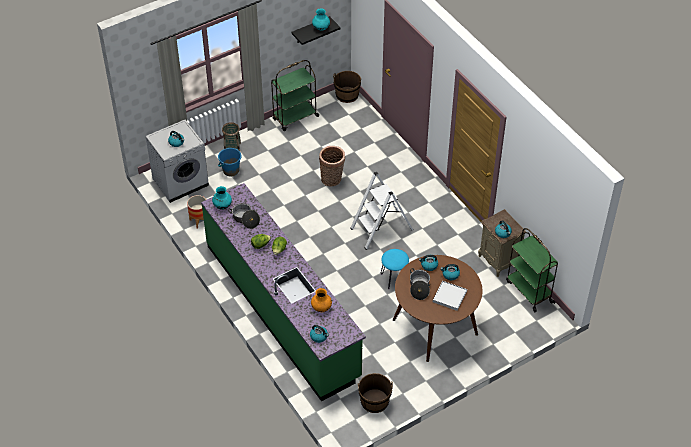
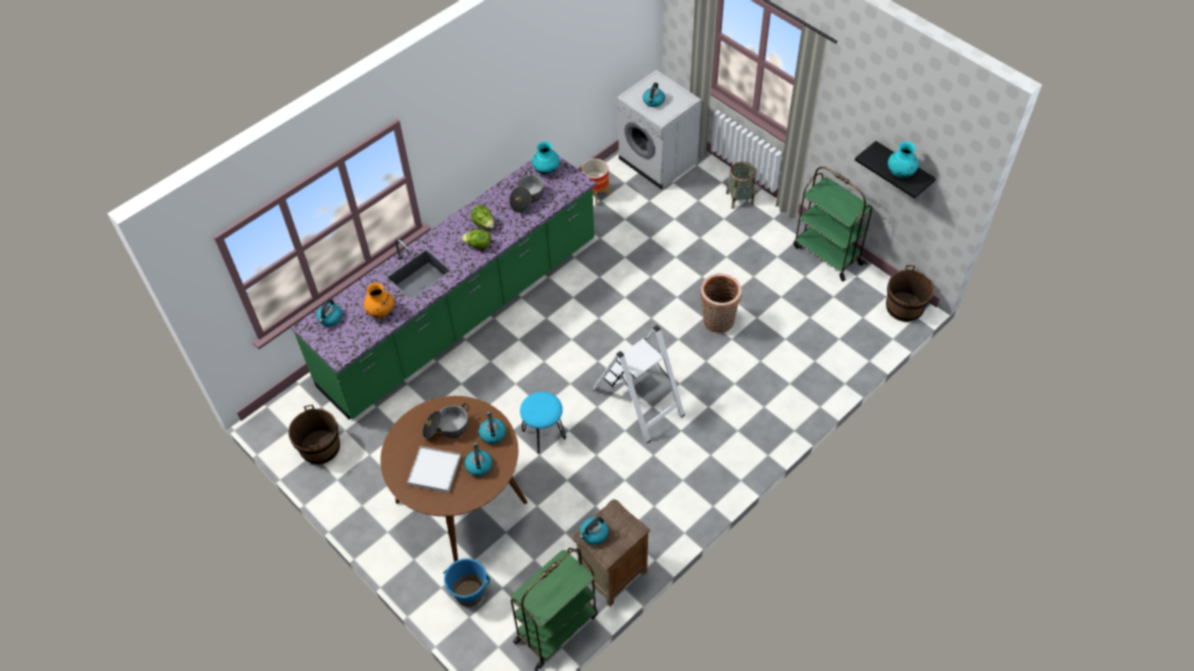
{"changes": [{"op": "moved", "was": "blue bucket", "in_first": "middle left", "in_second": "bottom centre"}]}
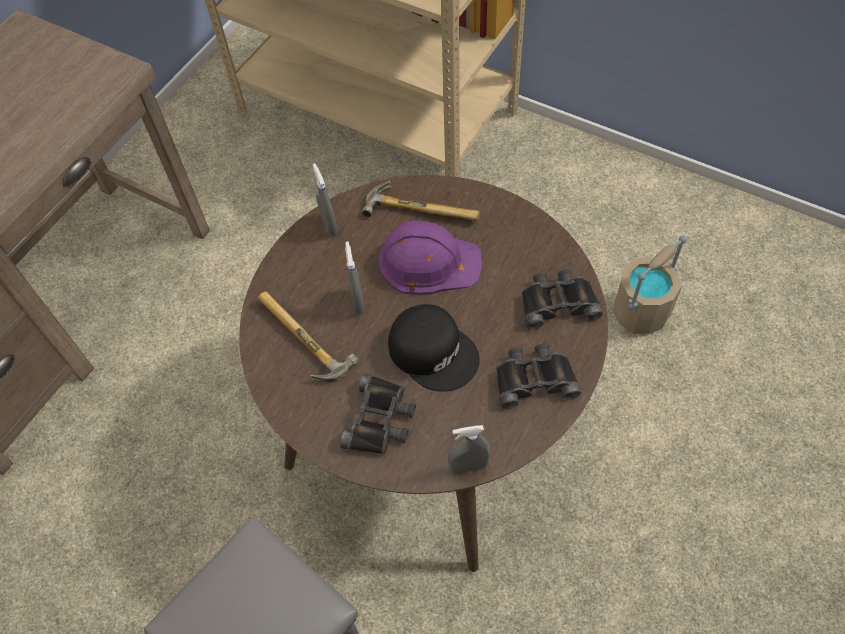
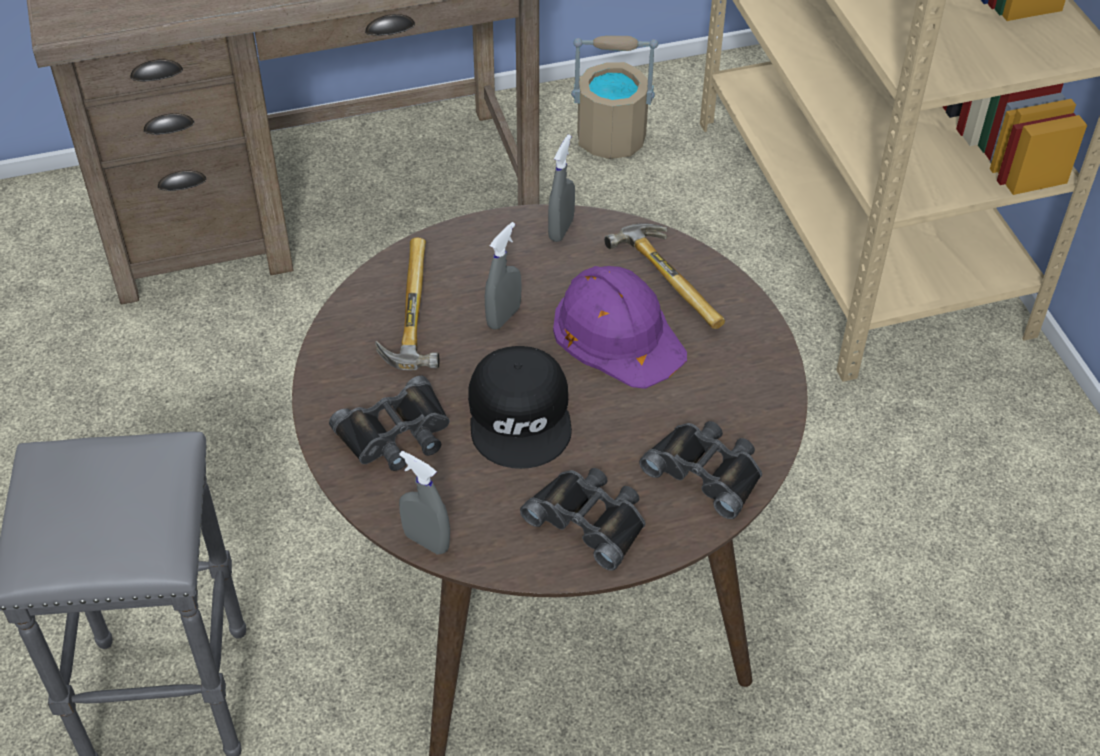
{"changes": [{"op": "moved", "was": "beige bucket", "in_first": "middle right", "in_second": "top centre"}]}
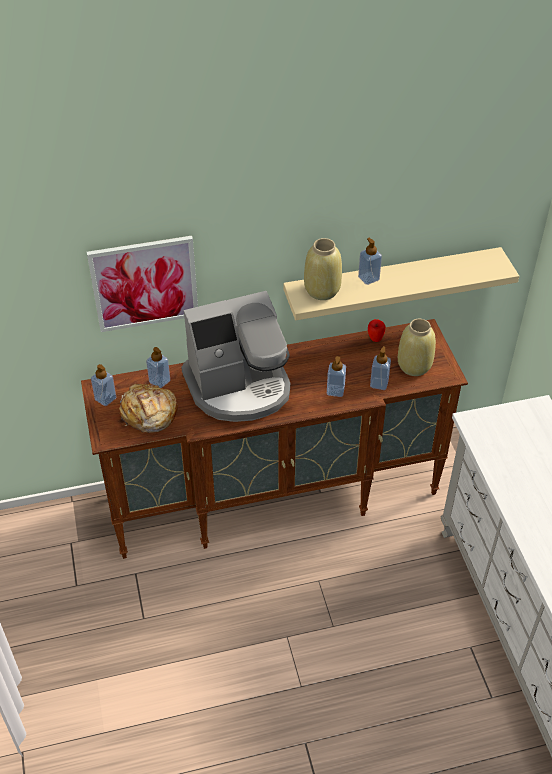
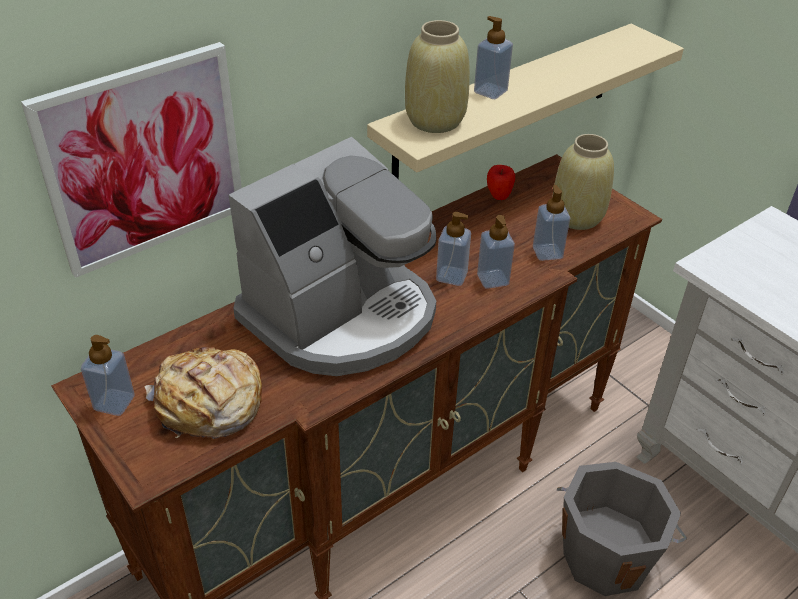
{"changes": [{"op": "moved", "was": "soap dispenser (2nd from left)", "in_first": "middle left", "in_second": "centre"}, {"op": "added", "now": "grey bucket", "in_second": "bottom right"}]}
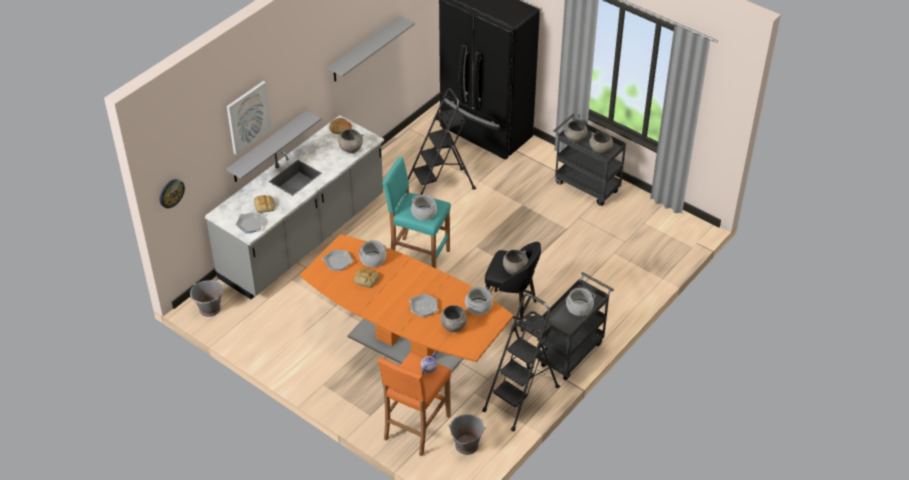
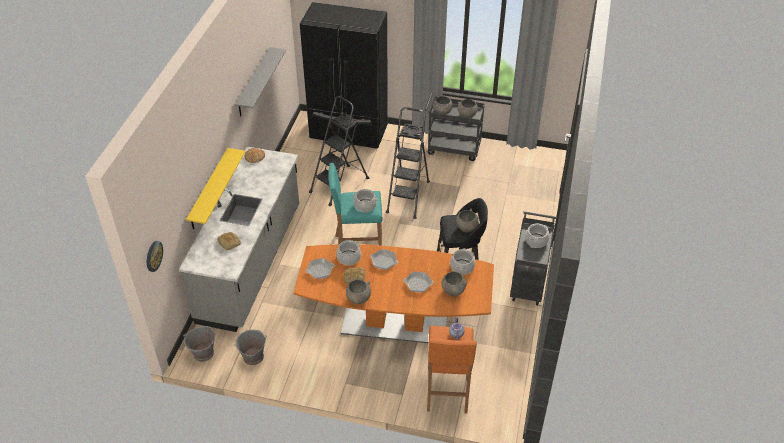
{"changes": [{"op": "removed", "was": "picture", "in_first": "top left"}, {"op": "recoloured", "was": "grey shelf (1st from left)", "now": "yellow shelf", "in_first": "top left", "in_second": "middle left"}, {"op": "moved", "was": "grey bowl (1st from left)", "in_first": "top centre", "in_second": "centre"}, {"op": "moved", "was": "frying pan (1st from left in the first image)", "now": "frying pan (2nd from left)", "in_first": "middle left", "in_second": "centre"}, {"op": "moved", "was": "step ladder (2nd from left)", "in_first": "bottom centre", "in_second": "centre"}, {"op": "moved", "was": "grey bucket (2nd from left)", "in_first": "bottom centre", "in_second": "bottom left"}]}
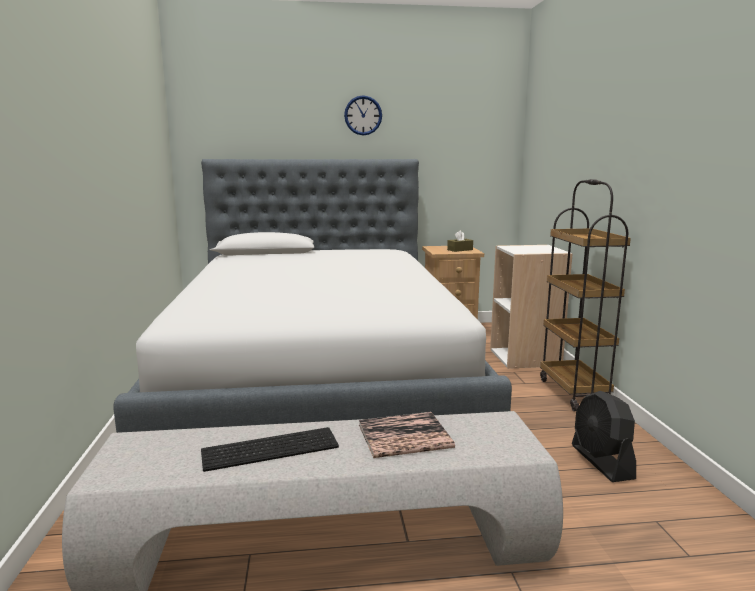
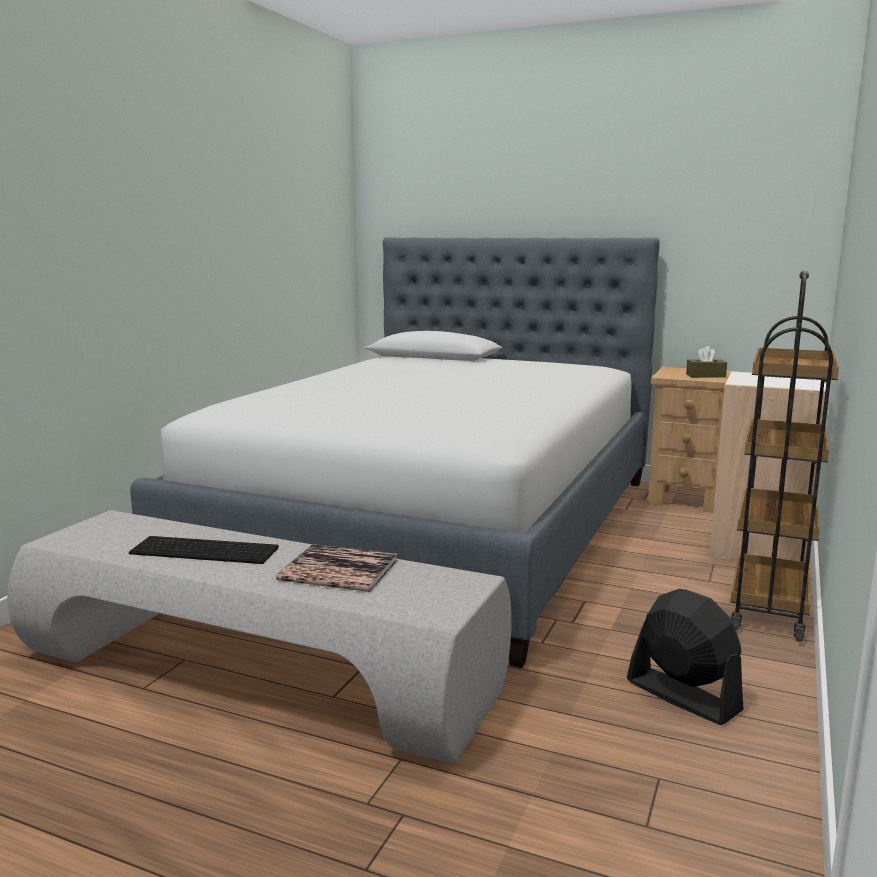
{"changes": [{"op": "removed", "was": "wall clock", "in_first": "top centre"}, {"op": "turned", "was": "black fan", "in_first": "bottom right", "in_second": "bottom right", "clockwise": 120}]}
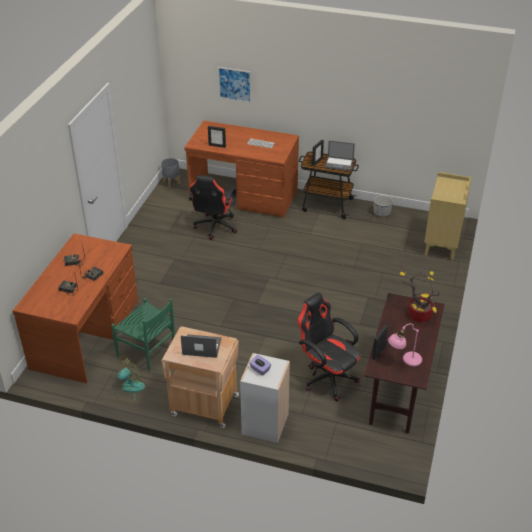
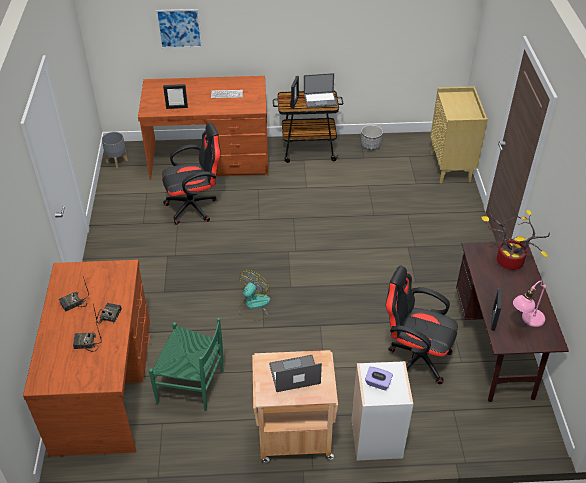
{"changes": [{"op": "turned", "was": "black office chair (1st from left)", "in_first": "centre", "in_second": "middle left", "clockwise": -105}, {"op": "moved", "was": "fan", "in_first": "bottom left", "in_second": "centre"}]}
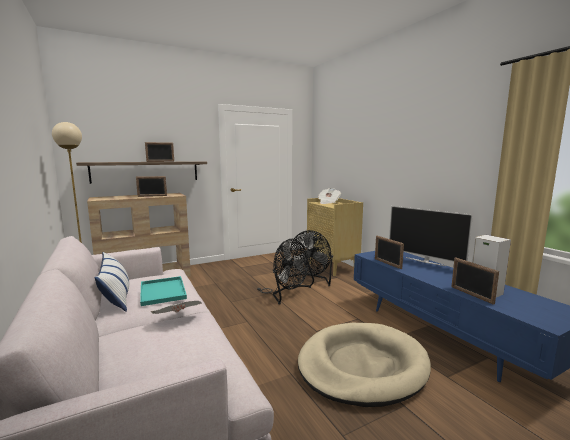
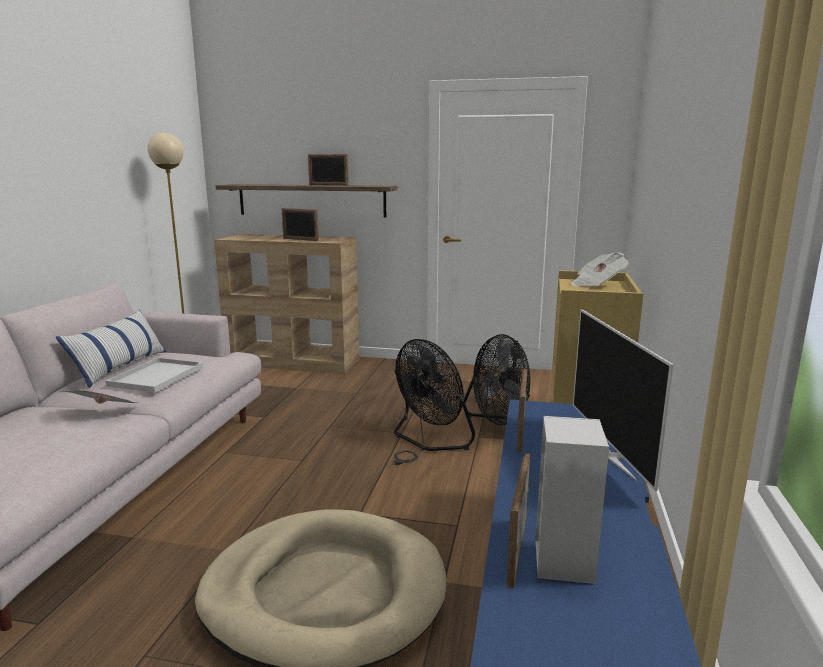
{"changes": [{"op": "turned", "was": "black fan (1st from left)", "in_first": "centre", "in_second": "centre", "clockwise": -120}, {"op": "recoloured", "was": "turquoise tray", "now": "white tray", "in_first": "middle left", "in_second": "middle left"}]}
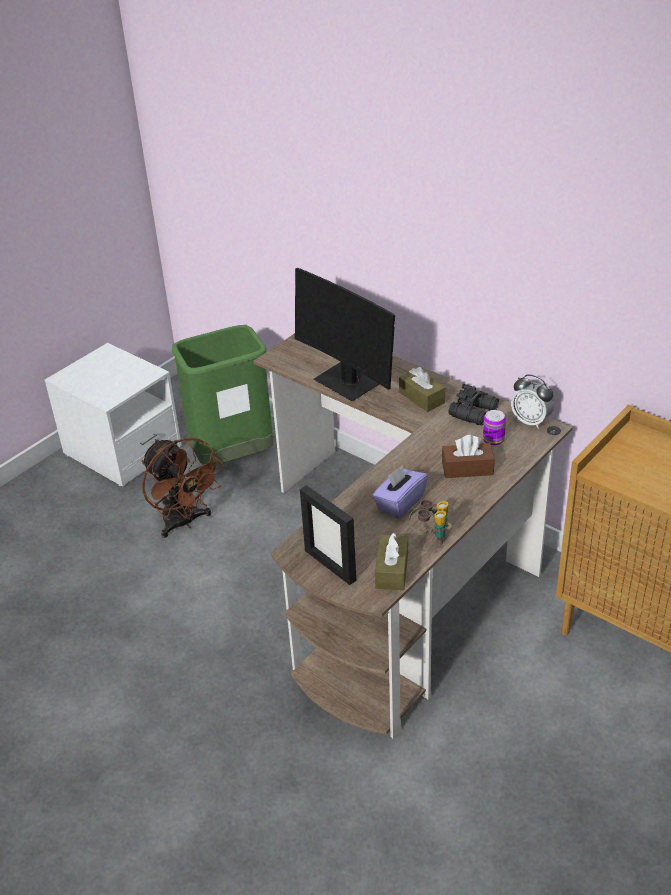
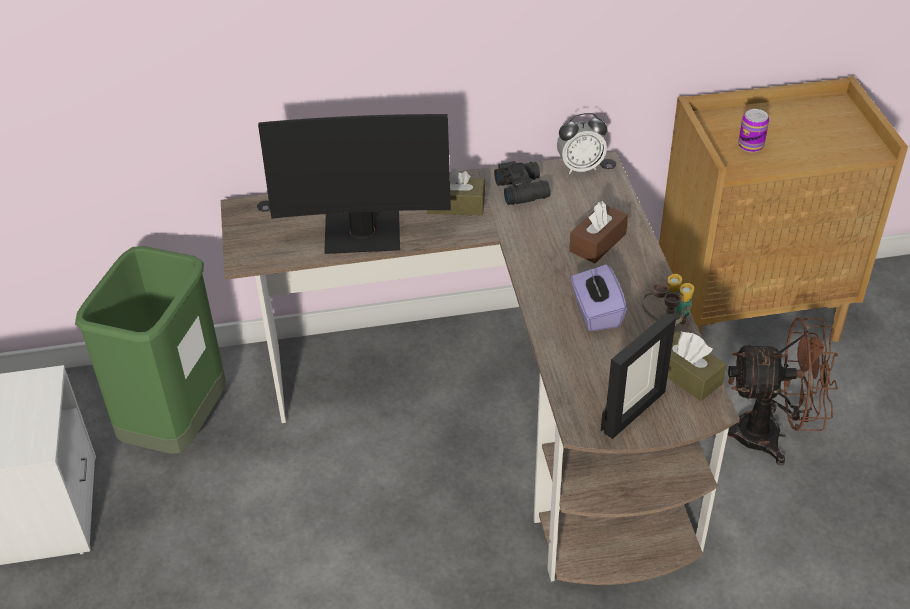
{"changes": [{"op": "moved", "was": "can", "in_first": "middle right", "in_second": "top right"}, {"op": "moved", "was": "brown fan", "in_first": "middle left", "in_second": "middle right"}, {"op": "turned", "was": "picture frame", "in_first": "centre", "in_second": "middle right", "clockwise": -45}]}
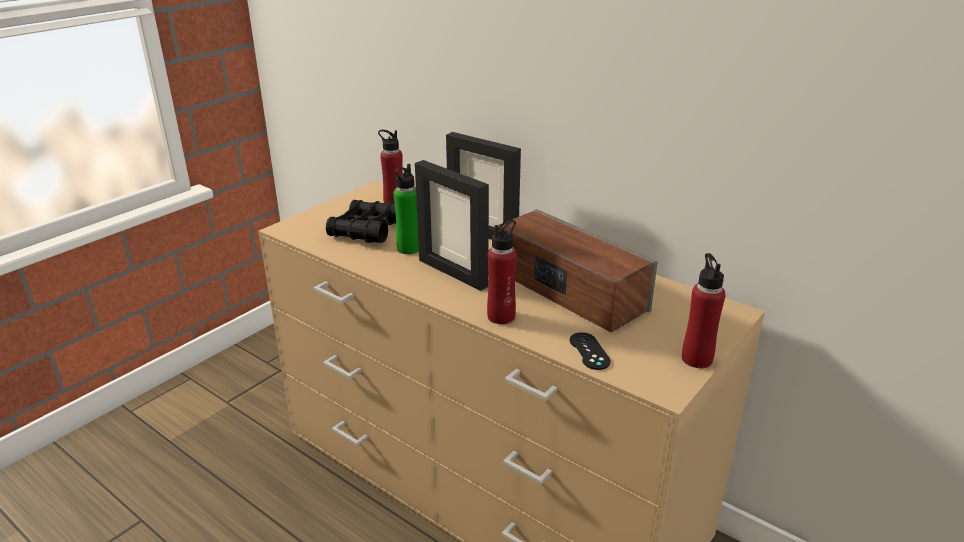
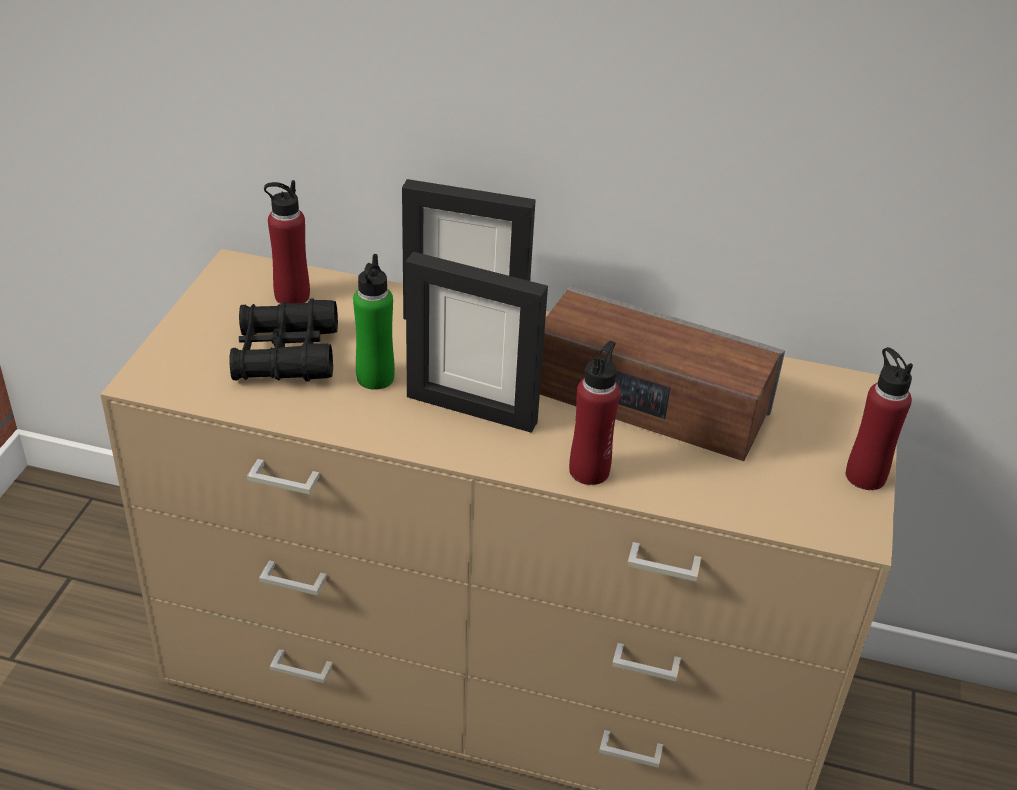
{"changes": [{"op": "removed", "was": "black game controller", "in_first": "centre"}]}
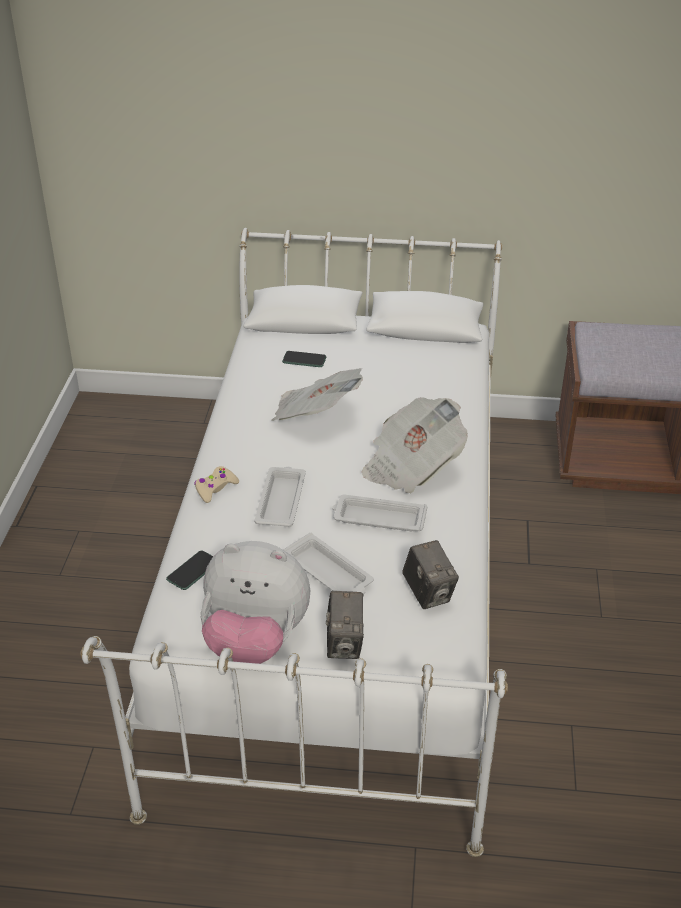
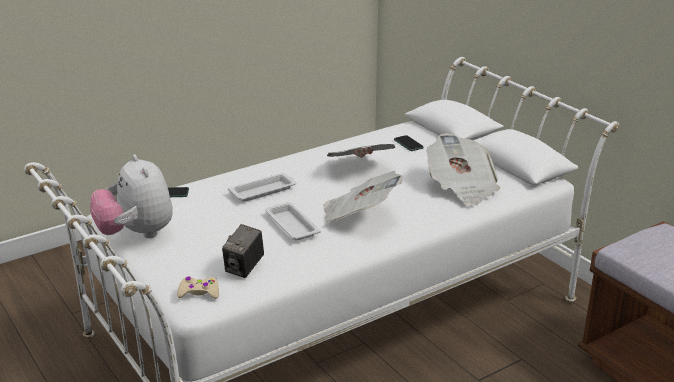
{"changes": [{"op": "moved", "was": "beige game controller", "in_first": "middle left", "in_second": "bottom left"}, {"op": "removed", "was": "white tray (2nd from left)", "in_first": "centre"}, {"op": "removed", "was": "photo camera (1st from left)", "in_first": "bottom centre"}, {"op": "added", "now": "newspaper (3rd from left)", "in_second": "middle right"}]}
